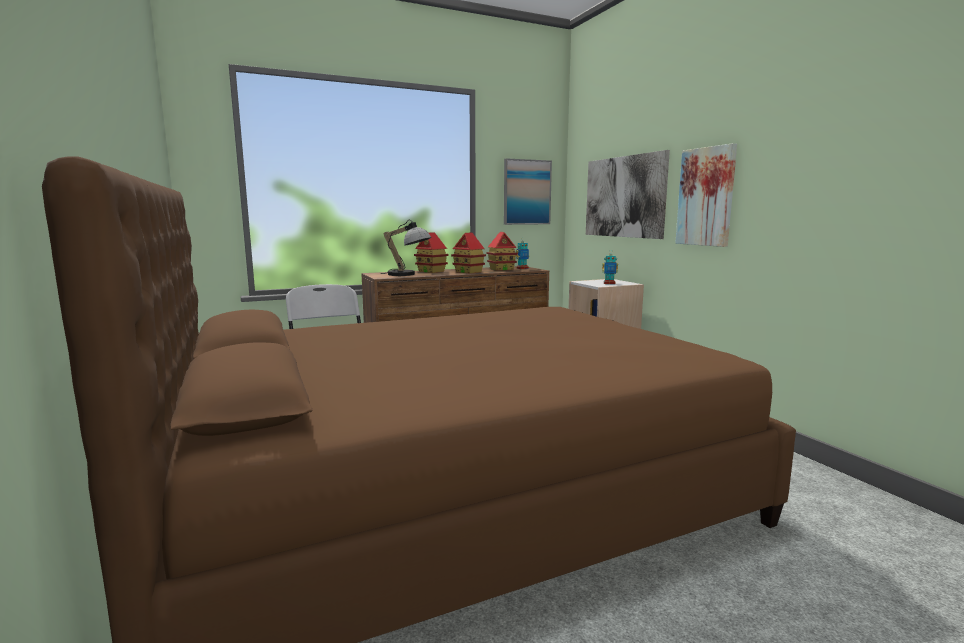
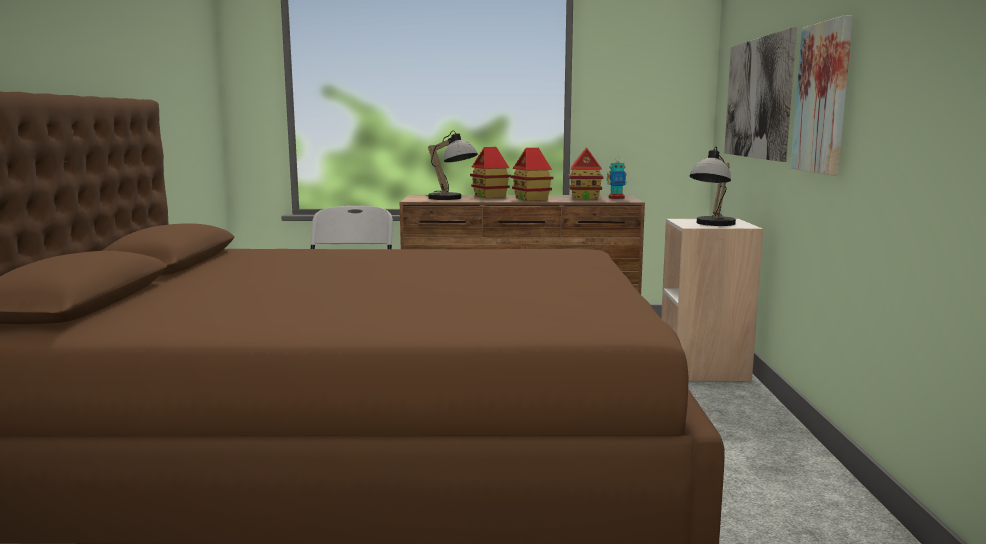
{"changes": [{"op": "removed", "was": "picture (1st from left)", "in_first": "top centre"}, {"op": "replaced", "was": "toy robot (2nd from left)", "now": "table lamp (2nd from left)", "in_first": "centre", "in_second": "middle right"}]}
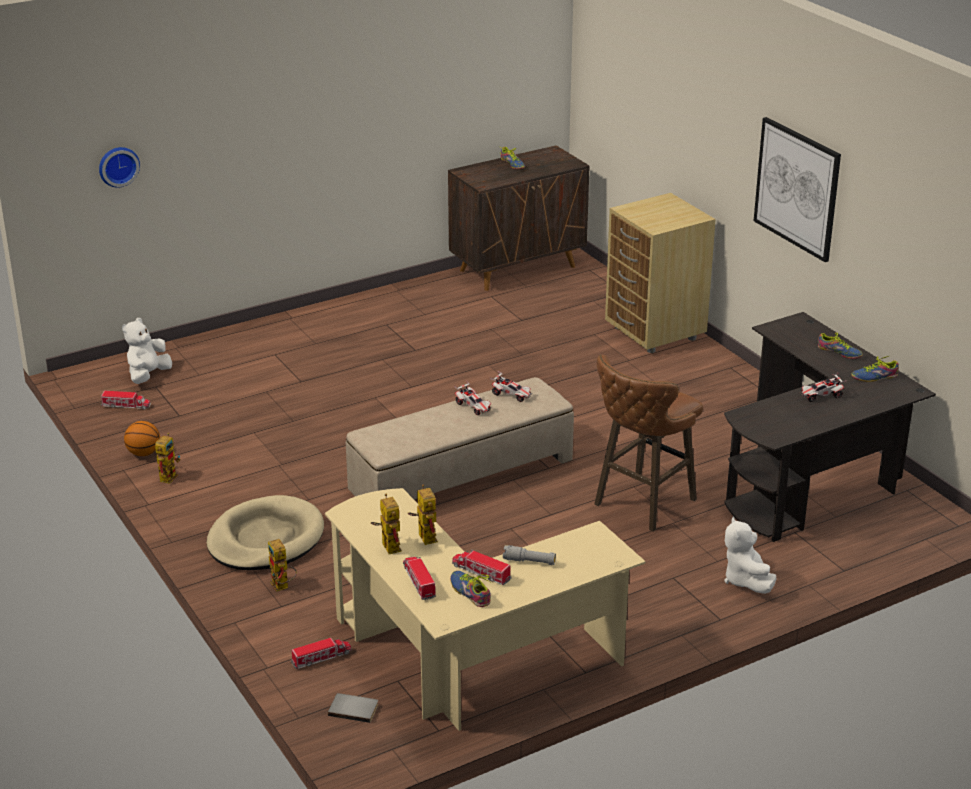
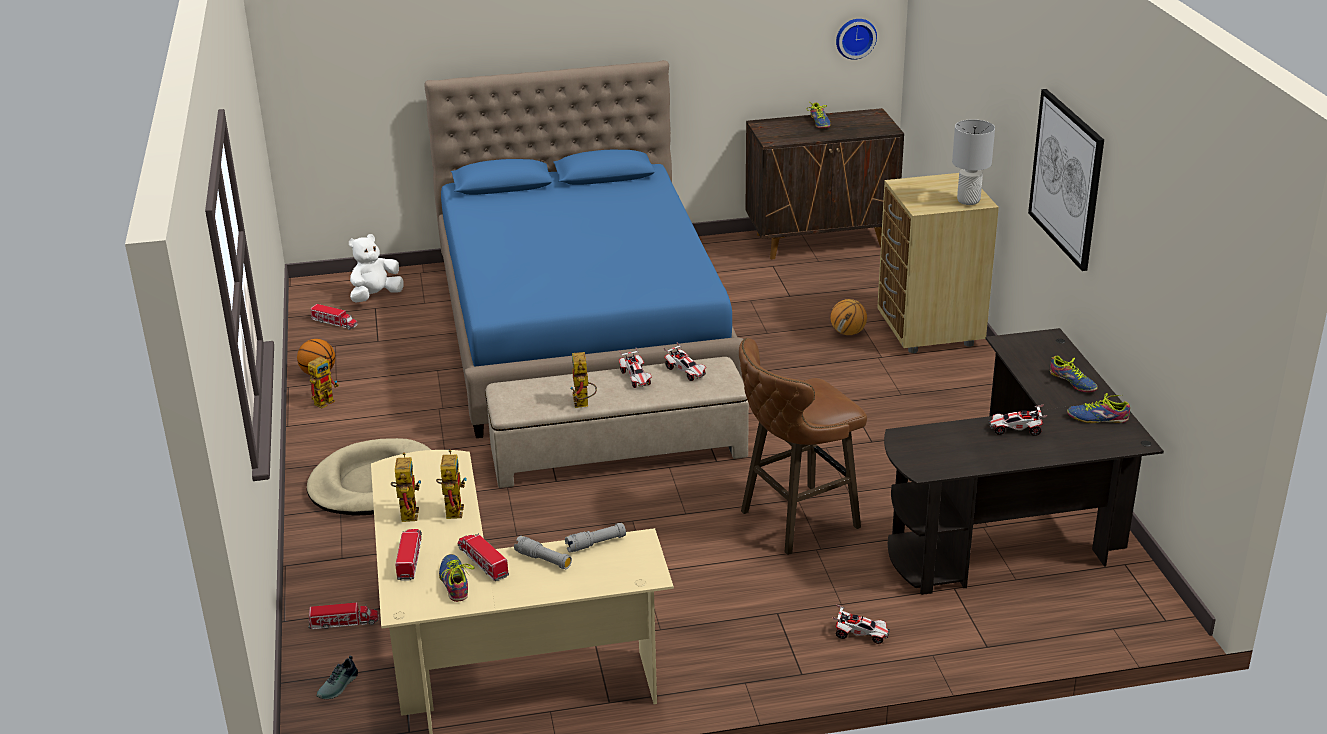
{"changes": [{"op": "moved", "was": "wall clock", "in_first": "top left", "in_second": "top centre"}, {"op": "replaced", "was": "white plush toy (2nd from left)", "now": "toy car (3rd from left)", "in_first": "bottom right", "in_second": "bottom centre"}, {"op": "moved", "was": "toy robot (2nd from left in the first image)", "now": "toy robot (4th from left)", "in_first": "bottom left", "in_second": "centre"}, {"op": "replaced", "was": "grey book", "now": "shoe (1st from left)", "in_first": "bottom centre", "in_second": "bottom left"}, {"op": "added", "now": "blue bed", "in_second": "centre"}, {"op": "added", "now": "grey table lamp", "in_second": "top right"}, {"op": "added", "now": "basketball (2nd from left)", "in_second": "centre"}, {"op": "added", "now": "grey flashlight (2nd from left)", "in_second": "bottom centre"}]}
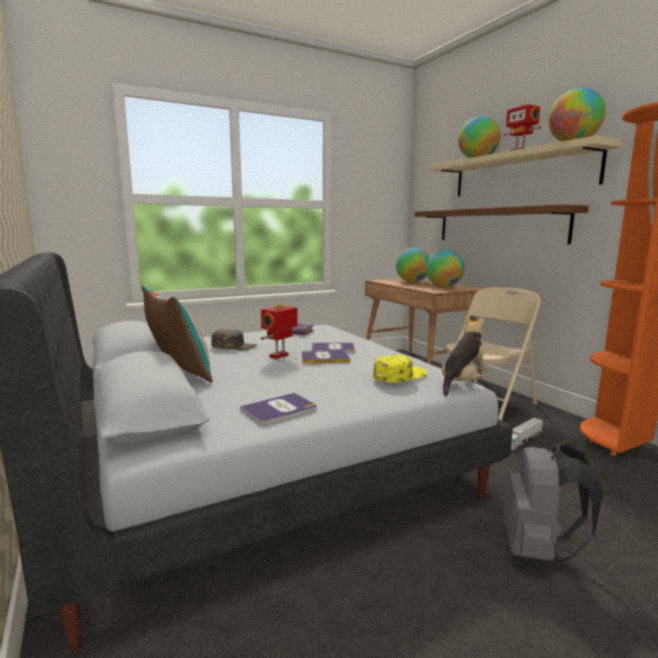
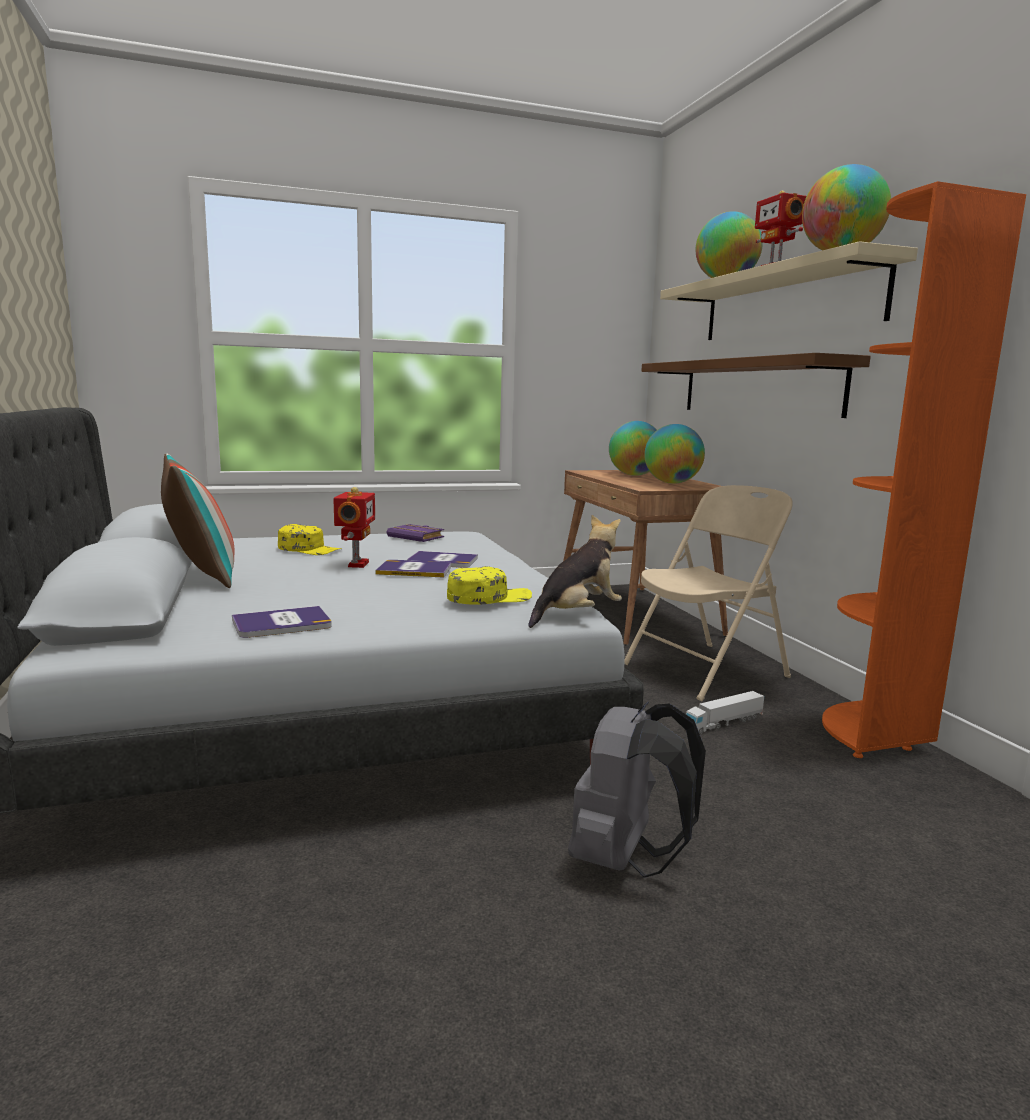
{"changes": [{"op": "turned", "was": "toy robot (1st from left)", "in_first": "centre", "in_second": "centre", "clockwise": 135}, {"op": "recoloured", "was": "green cap", "now": "yellow cap (1st from left)", "in_first": "centre", "in_second": "middle left"}]}
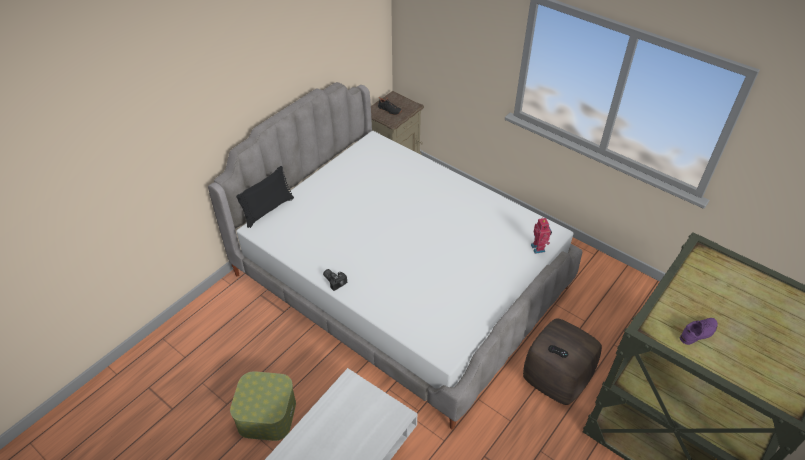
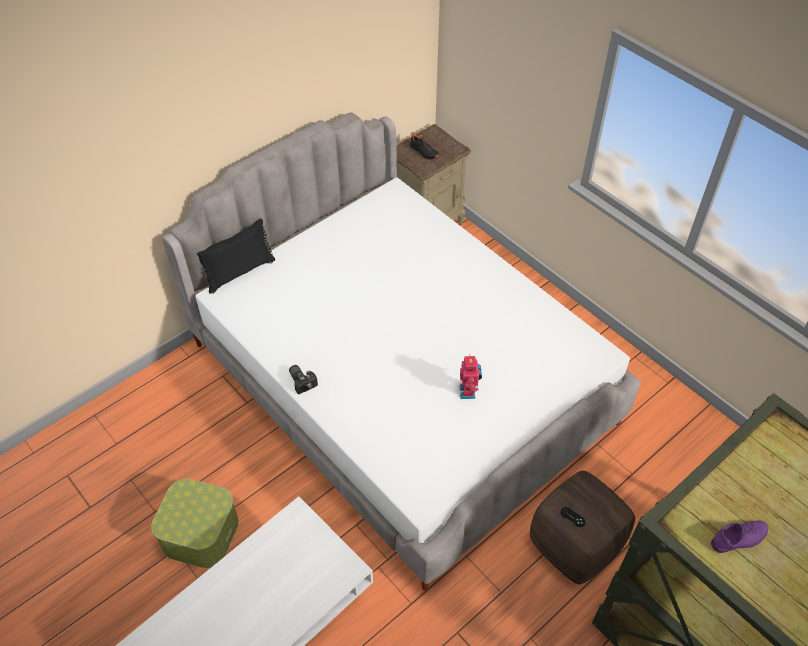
{"changes": [{"op": "moved", "was": "toy robot", "in_first": "middle right", "in_second": "centre"}]}
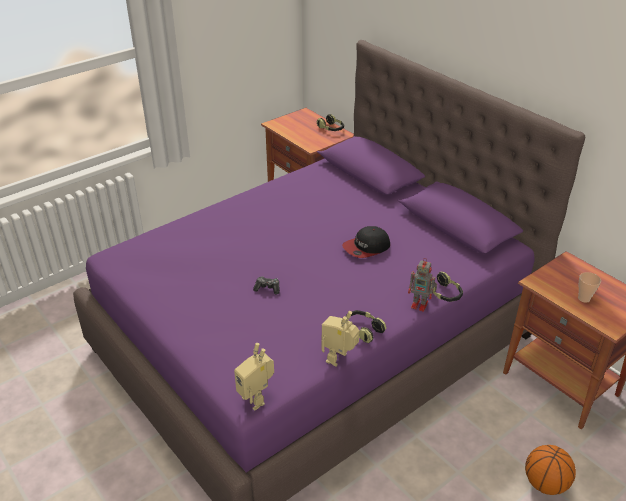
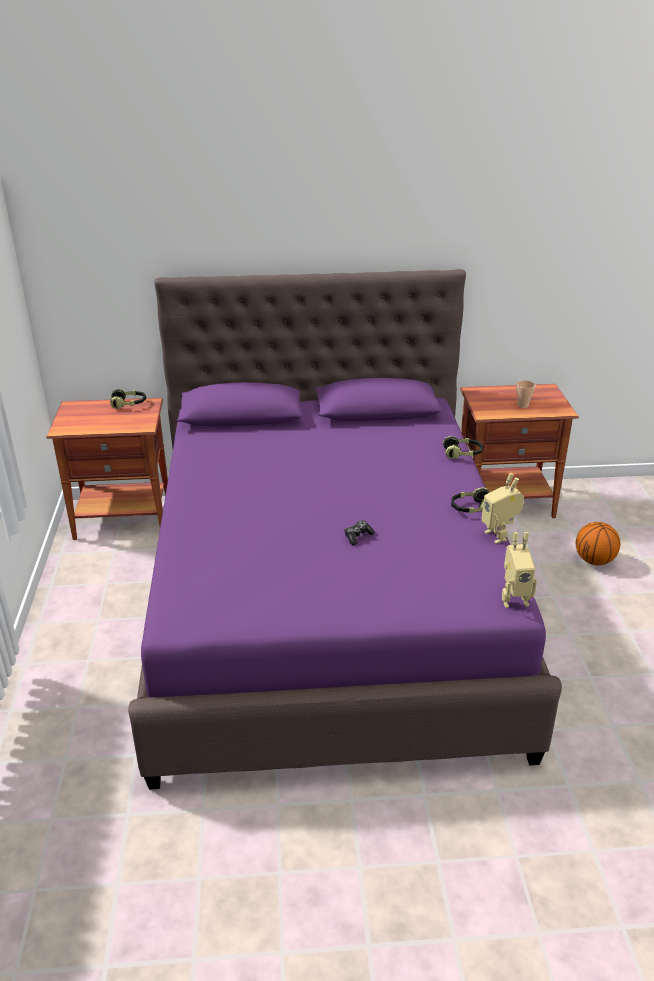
{"changes": [{"op": "removed", "was": "cap", "in_first": "centre"}, {"op": "removed", "was": "toy robot (3rd from left)", "in_first": "middle right"}]}
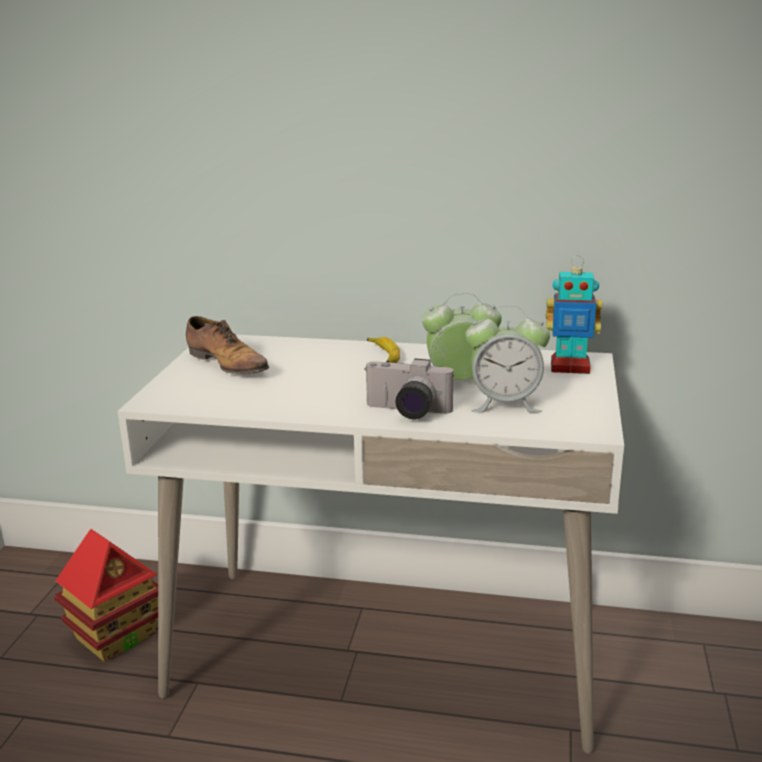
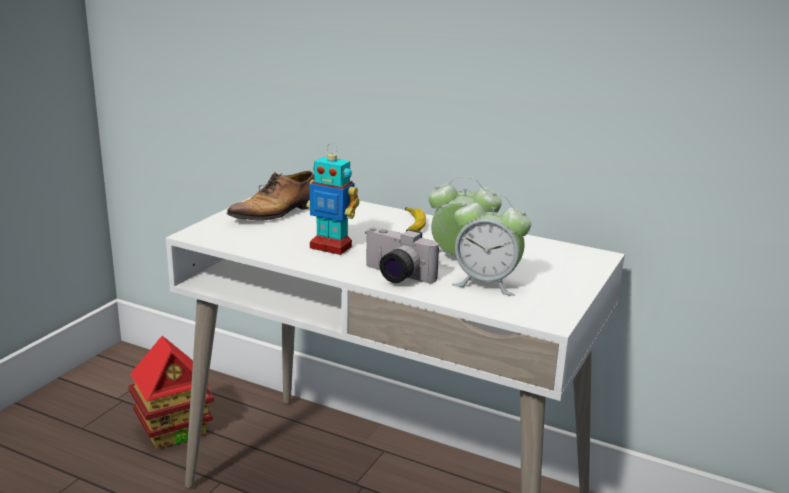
{"changes": [{"op": "moved", "was": "toy robot", "in_first": "middle right", "in_second": "centre"}, {"op": "turned", "was": "shoe", "in_first": "middle left", "in_second": "centre", "clockwise": 75}]}
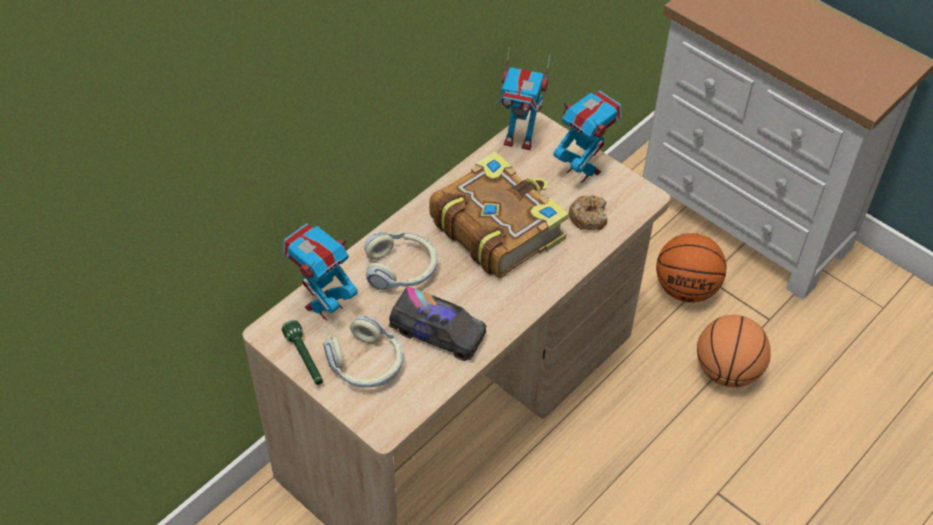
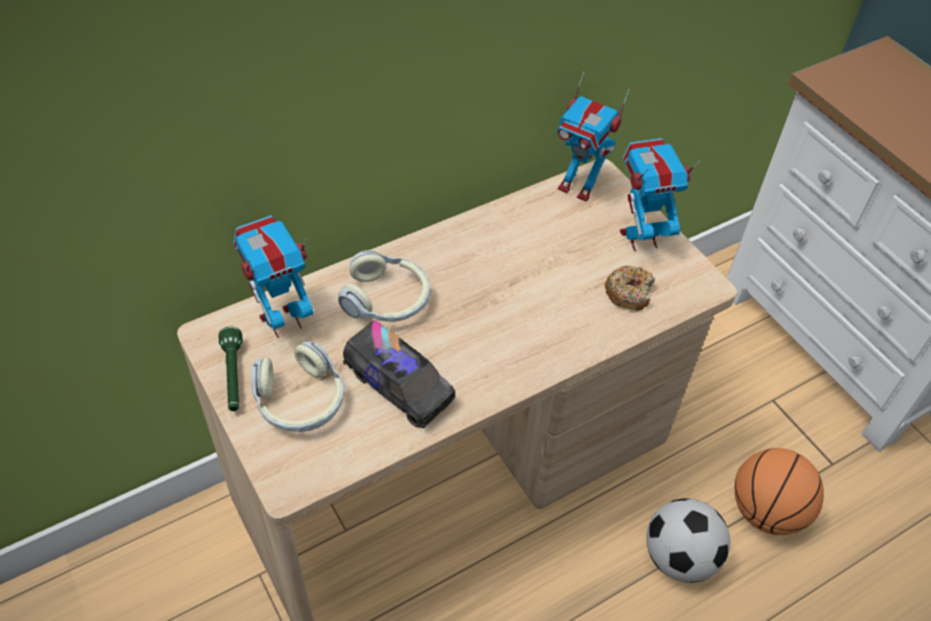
{"changes": [{"op": "turned", "was": "toy robot (3rd from left)", "in_first": "top centre", "in_second": "top right", "clockwise": -75}, {"op": "removed", "was": "book", "in_first": "centre"}, {"op": "removed", "was": "basketball (1st from left)", "in_first": "middle right"}, {"op": "added", "now": "football", "in_second": "bottom right"}]}
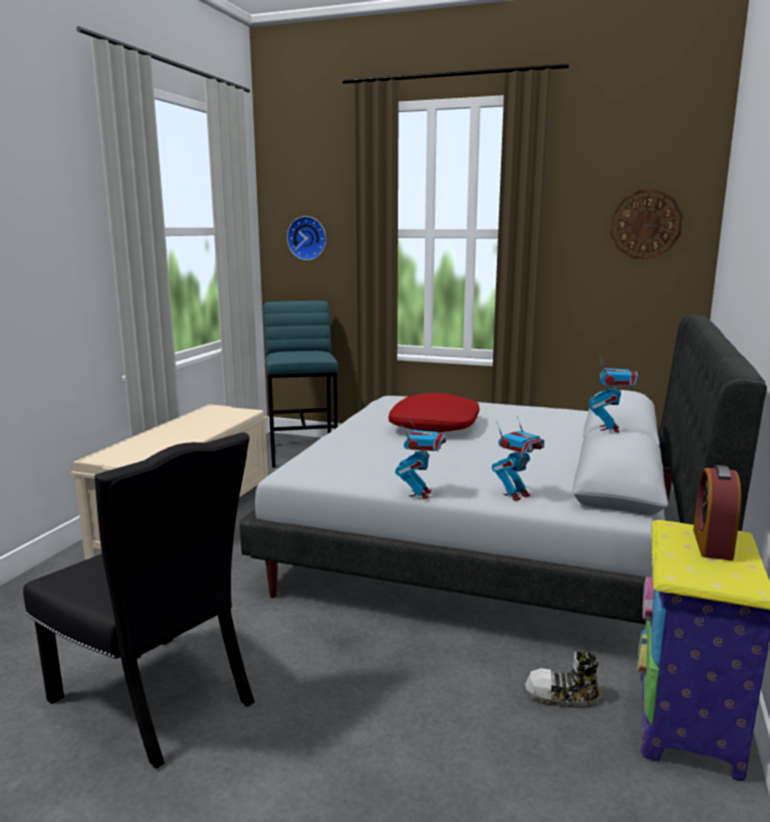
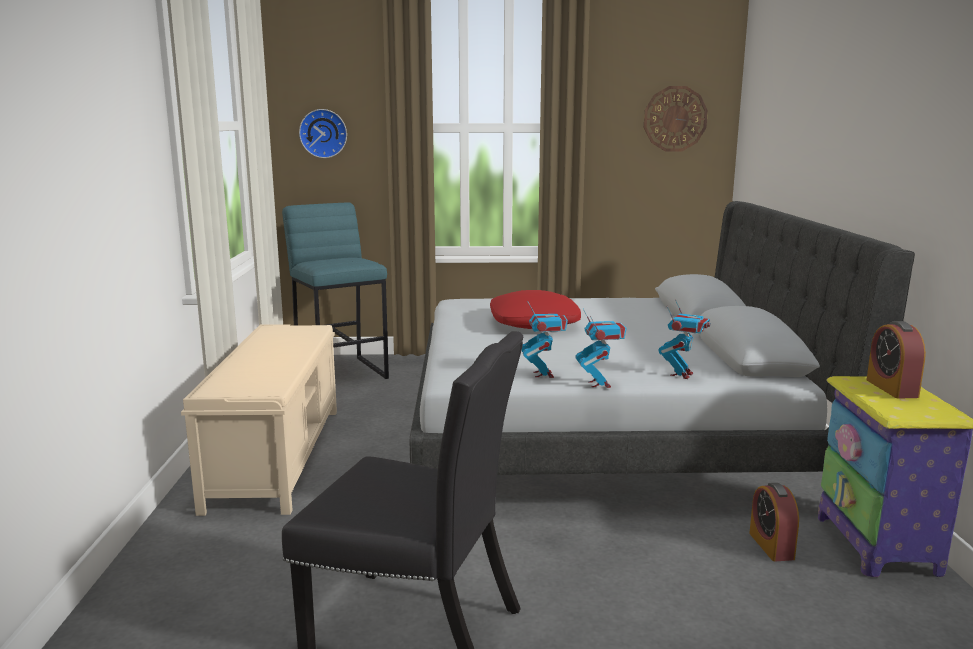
{"changes": [{"op": "moved", "was": "toy robot (3rd from left in the first image)", "now": "toy robot (1st from left)", "in_first": "middle right", "in_second": "centre"}, {"op": "replaced", "was": "shoe", "now": "alarm clock (1st from left)", "in_first": "bottom right", "in_second": "bottom right"}]}
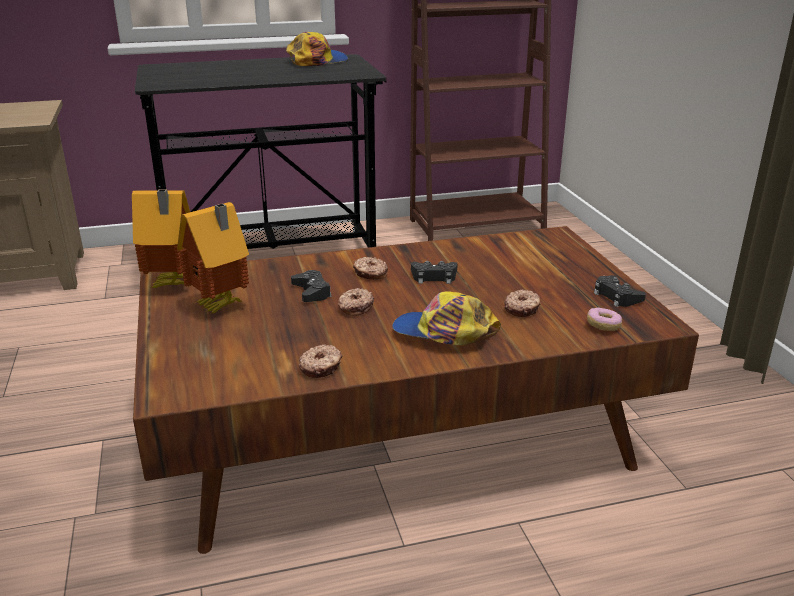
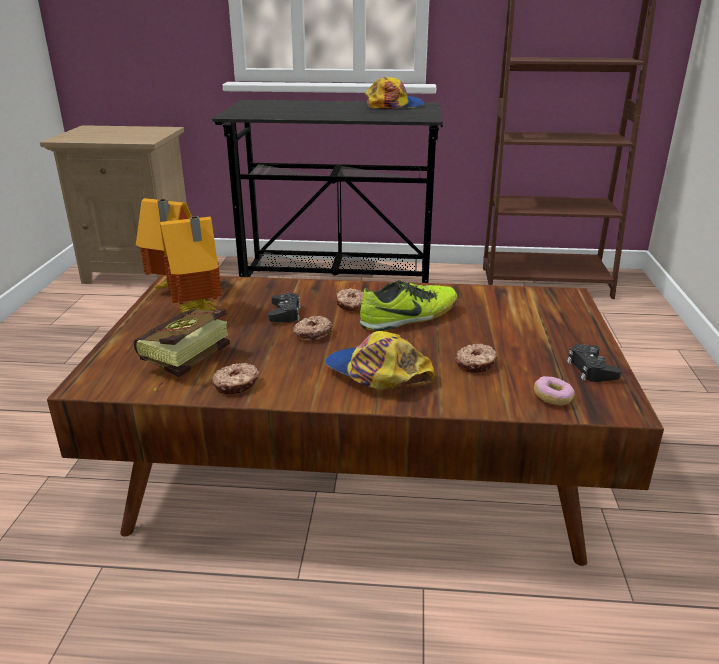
{"changes": [{"op": "replaced", "was": "black game controller (2nd from left)", "now": "shoe", "in_first": "centre", "in_second": "centre"}, {"op": "added", "now": "book", "in_second": "middle left"}]}
